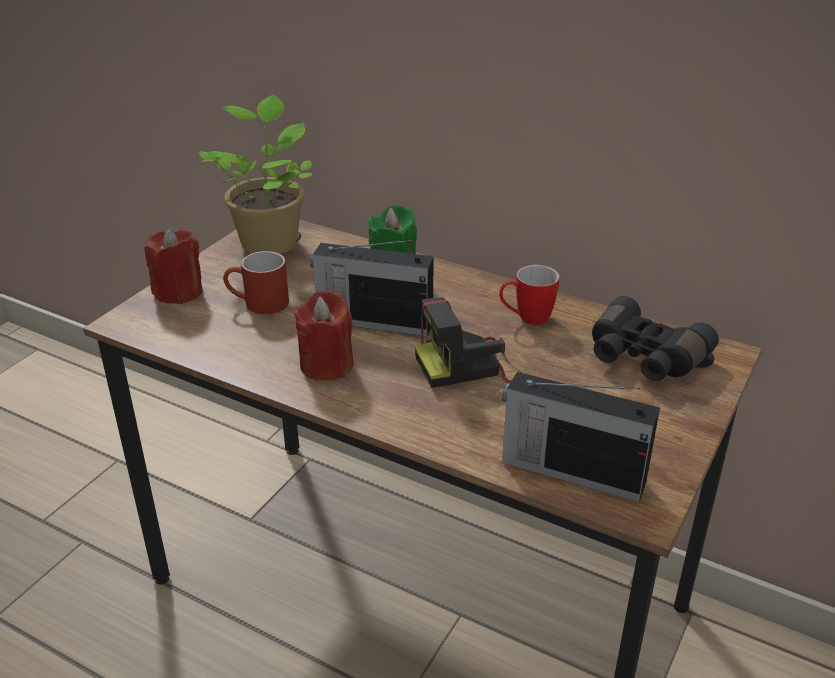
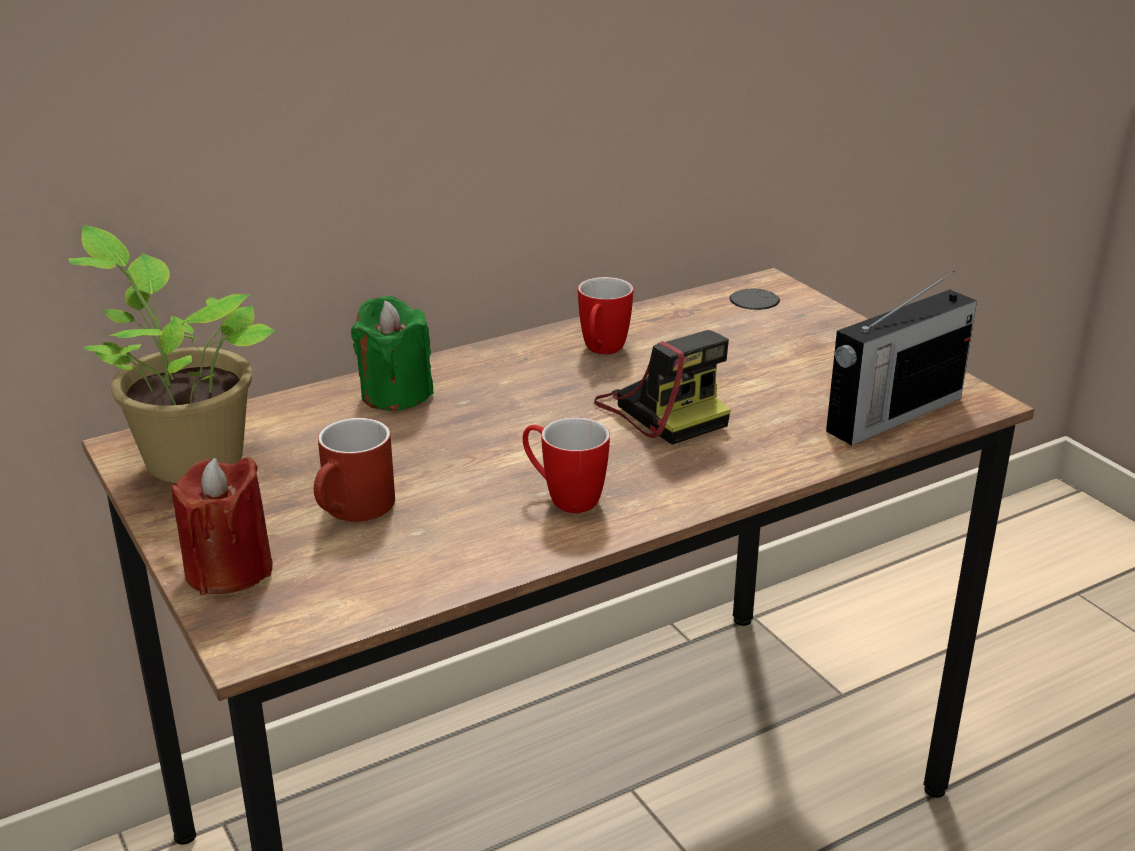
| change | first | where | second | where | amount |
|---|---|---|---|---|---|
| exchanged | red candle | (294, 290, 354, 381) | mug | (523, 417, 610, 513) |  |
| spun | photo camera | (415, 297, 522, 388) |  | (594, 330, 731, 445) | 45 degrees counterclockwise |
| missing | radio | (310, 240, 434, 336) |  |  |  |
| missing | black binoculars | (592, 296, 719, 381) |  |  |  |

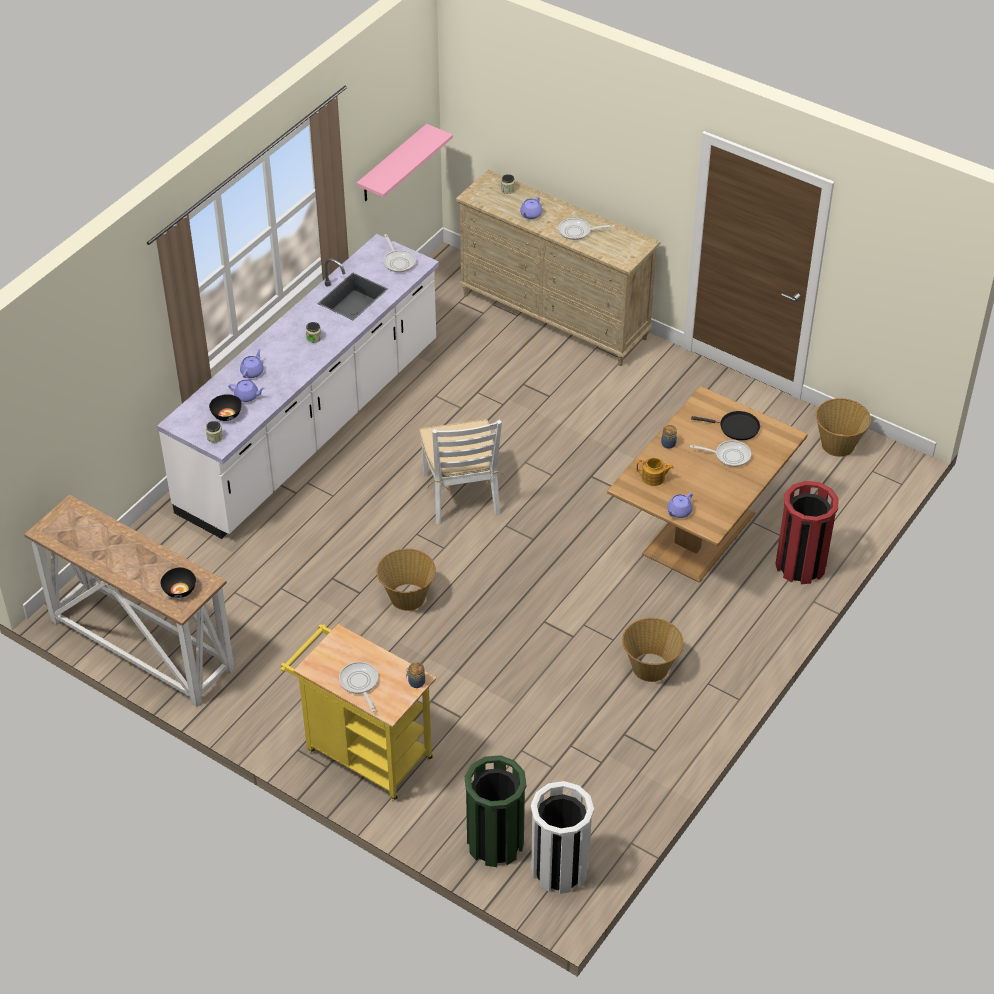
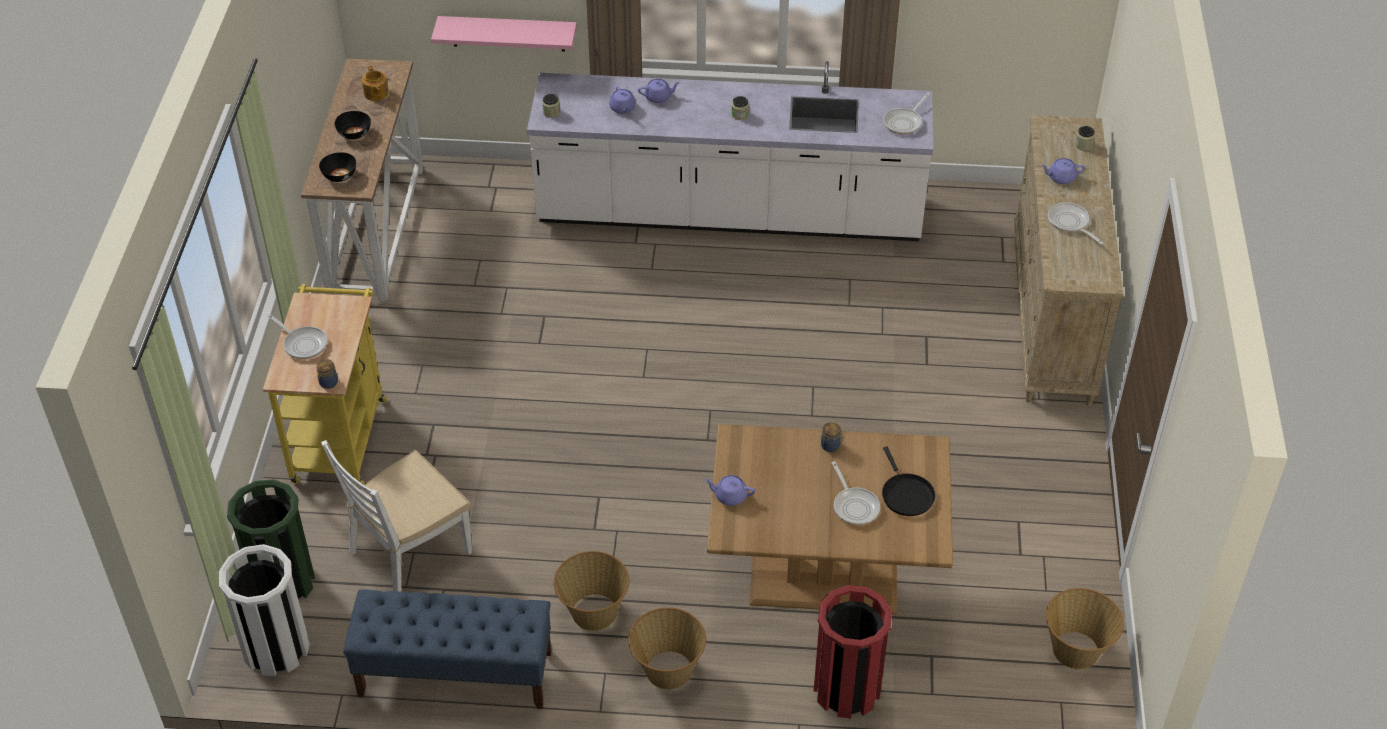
| change | first | where | second | where | amount |
|---|---|---|---|---|---|
| spun | frying pan | (339, 662, 378, 712) |  | (267, 314, 327, 359) | 90 degrees clockwise |
| relocated | white chair | (419, 419, 506, 524) |  | (321, 440, 472, 592) |  |
| relocated | black bowl | (209, 394, 242, 421) |  | (335, 111, 371, 140) |  |
| appeared |  |  | blue bench | (343, 589, 551, 709) |  |
| relocated | teapot | (636, 458, 674, 486) |  | (362, 65, 389, 101) |  |
| relocated | pink shelf | (357, 124, 453, 201) |  | (431, 16, 577, 52) |  |
| relocated | basket | (377, 549, 436, 611) |  | (628, 607, 706, 690) |  |

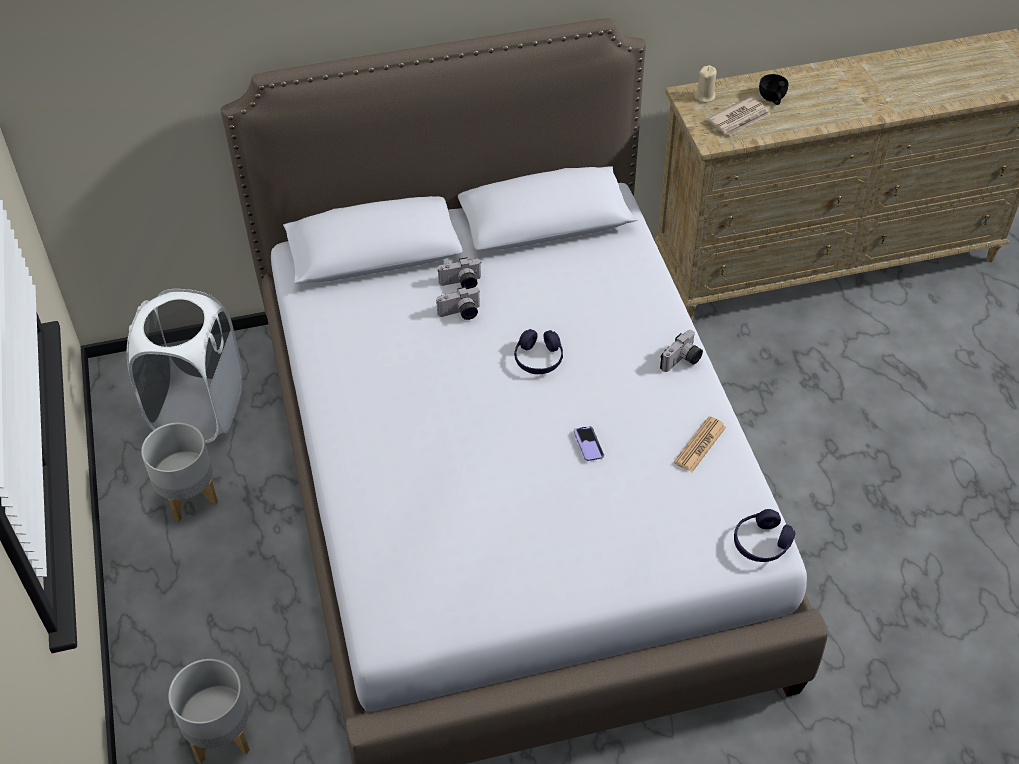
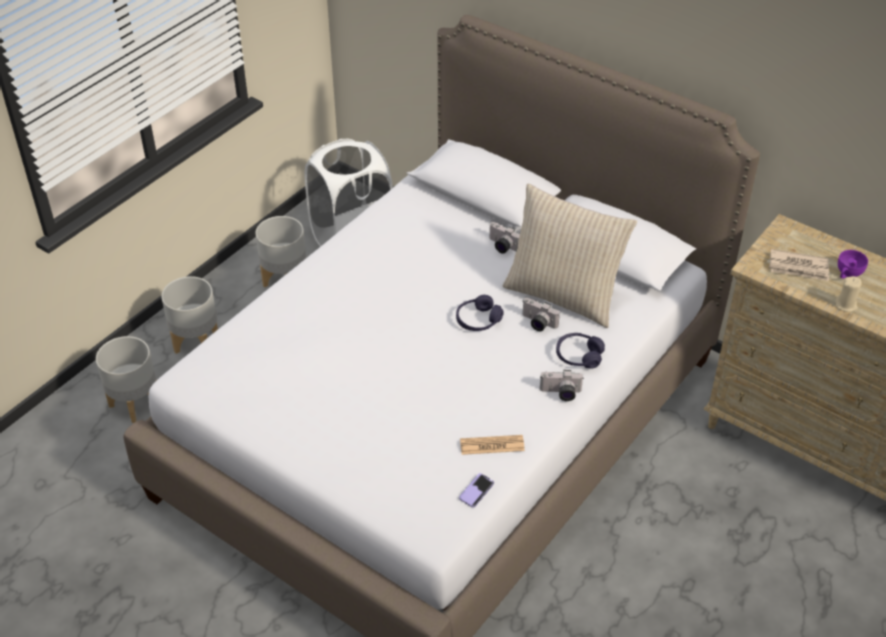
| change | first | where | second | where | amount |
|---|---|---|---|---|---|
| appeared |  |  | grey planter | (161, 276, 218, 354) |  |
| relocated | phone | (574, 426, 604, 461) |  | (459, 473, 494, 507) |  |
| appeared |  |  | beige pillow | (503, 184, 637, 328) |  |
| relocated | photo camera | (436, 287, 481, 320) |  | (522, 298, 560, 331) |  |
| relocated | purple headphones | (734, 509, 795, 562) |  | (556, 333, 605, 369) |  |
| relocated | beige candle | (694, 65, 717, 103) |  | (835, 276, 862, 312) |  |
| colour | black cup | (759, 74, 789, 105) | purple cup | (838, 250, 868, 279) |  |

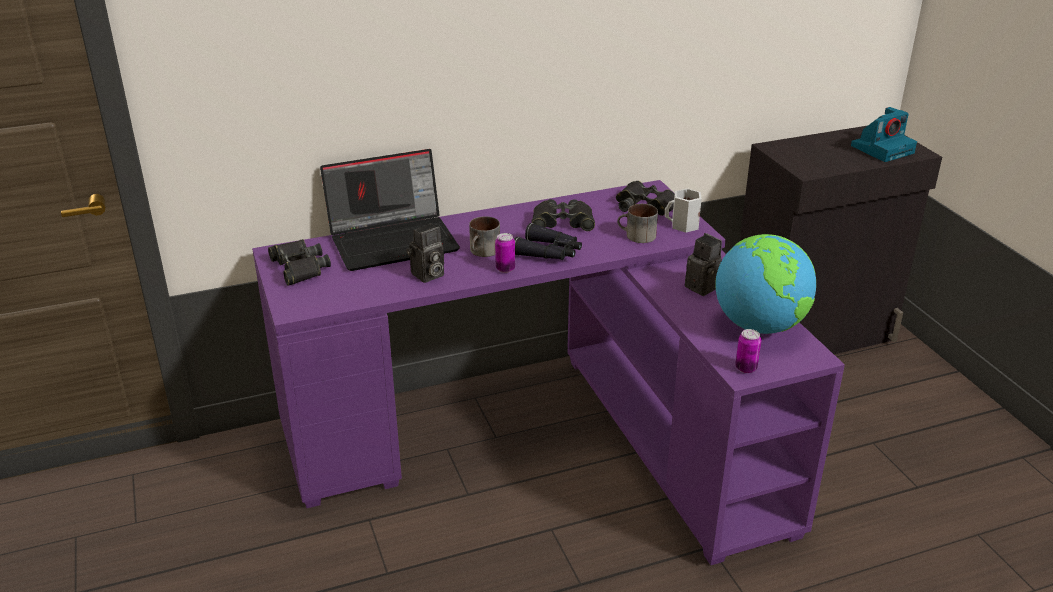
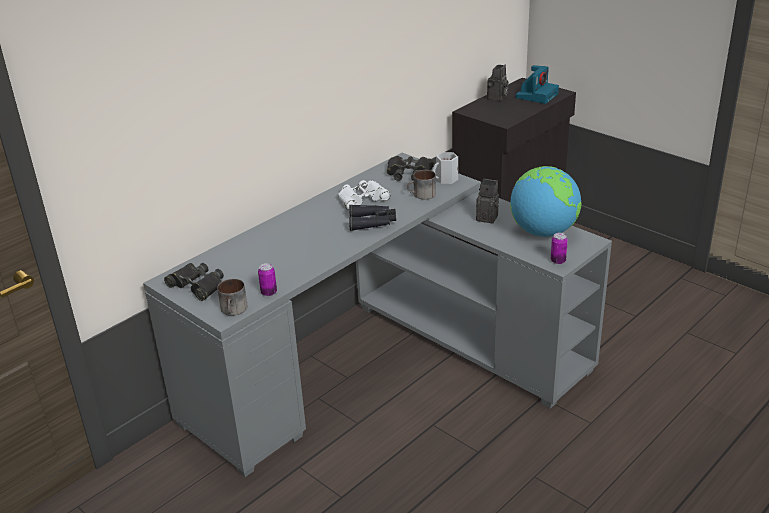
| change | first | where | second | where | amount |
|---|---|---|---|---|---|
| colour | purple desk | (252, 180, 845, 565) | grey desk | (143, 153, 612, 477) |  |
| relocated | mug | (469, 216, 500, 257) |  | (217, 279, 248, 316) |  |
| relocated | can | (495, 233, 515, 273) |  | (258, 263, 277, 296) |  |
| colour | black binoculars | (531, 199, 595, 231) | white binoculars | (338, 180, 390, 210) |  |
| relocated | photo camera | (407, 223, 444, 283) |  | (487, 65, 509, 101) |  |
| missing | laptop | (320, 149, 460, 271) |  |  |  |

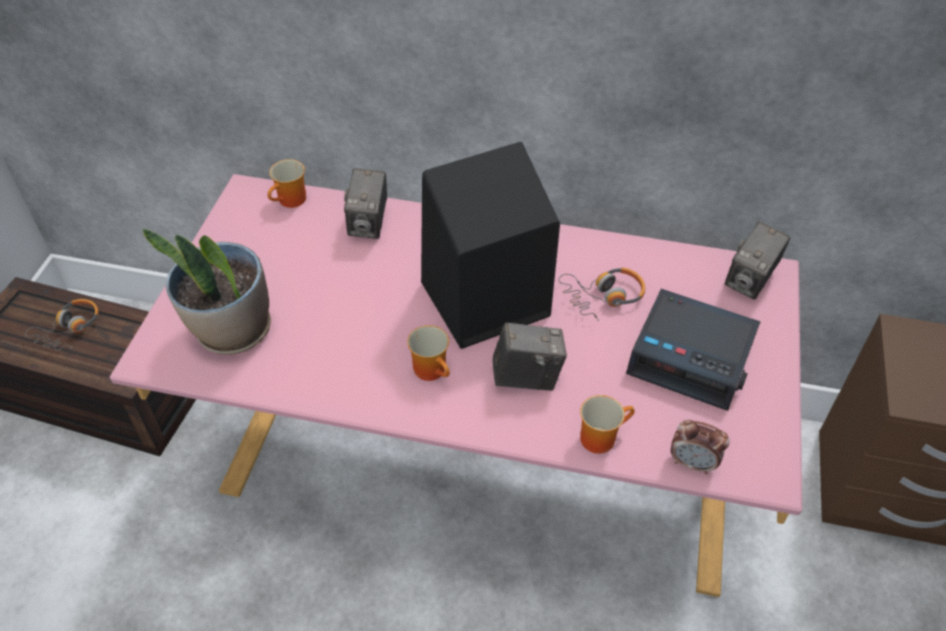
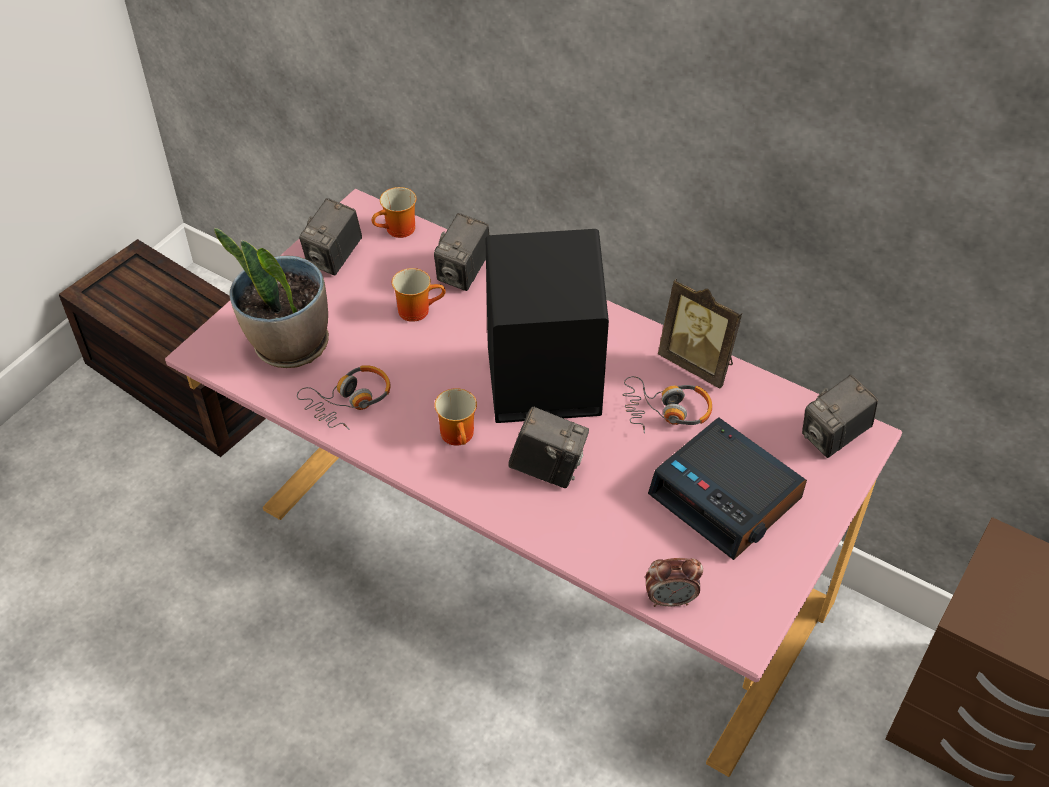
| change | first | where | second | where | amount |
|---|---|---|---|---|---|
| relocated | headphones | (25, 299, 99, 351) |  | (297, 365, 390, 429) |  |
| appeared |  |  | photo camera | (299, 198, 362, 276) |  |
| relocated | mug | (580, 395, 635, 454) |  | (392, 268, 446, 322) |  |
| spun | alarm clock | (671, 420, 730, 474) |  | (645, 558, 703, 607) | 45 degrees counterclockwise |
| appeared |  |  | picture frame | (658, 278, 742, 388) |  |

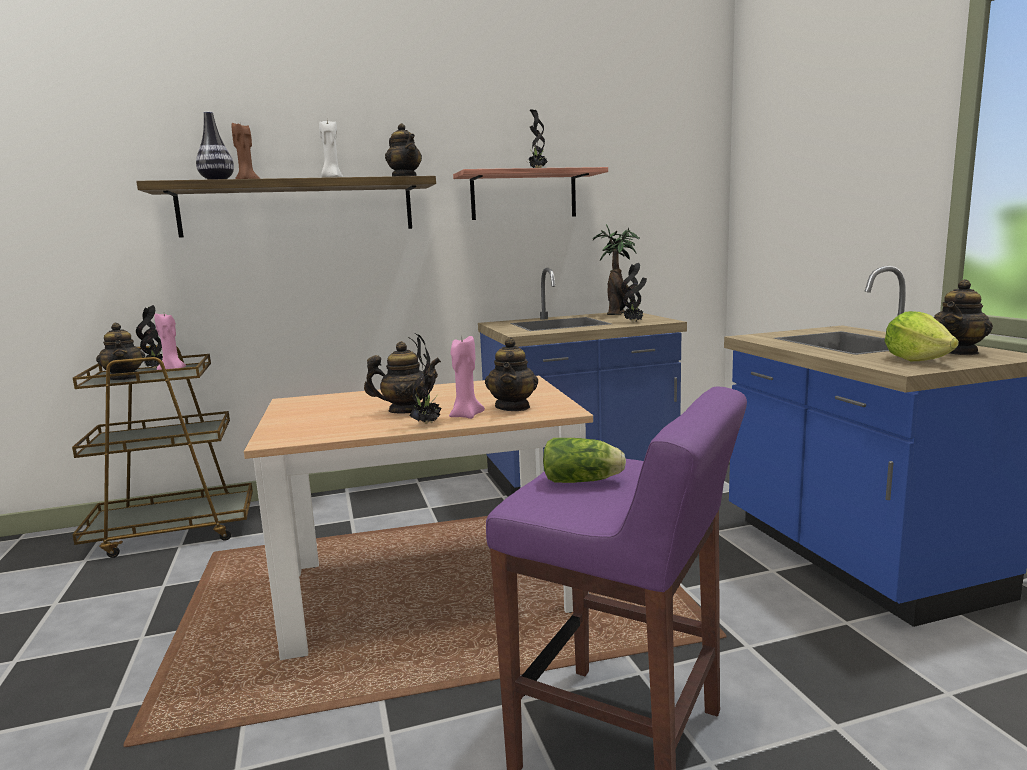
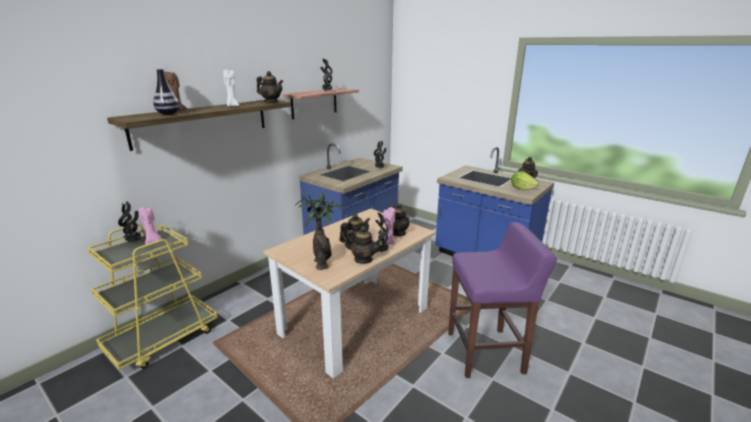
| change | first | where | second | where | amount |
|---|---|---|---|---|---|
| colour | brown cart | (72, 345, 253, 558) | yellow cart | (88, 224, 218, 370) |  |
| relocated | potted plant | (593, 224, 639, 315) |  | (295, 191, 343, 270) |  |
| relocated | teapot | (96, 323, 145, 380) |  | (345, 226, 382, 264) |  |
| missing | lettuce | (543, 438, 626, 483) |  |  |  |

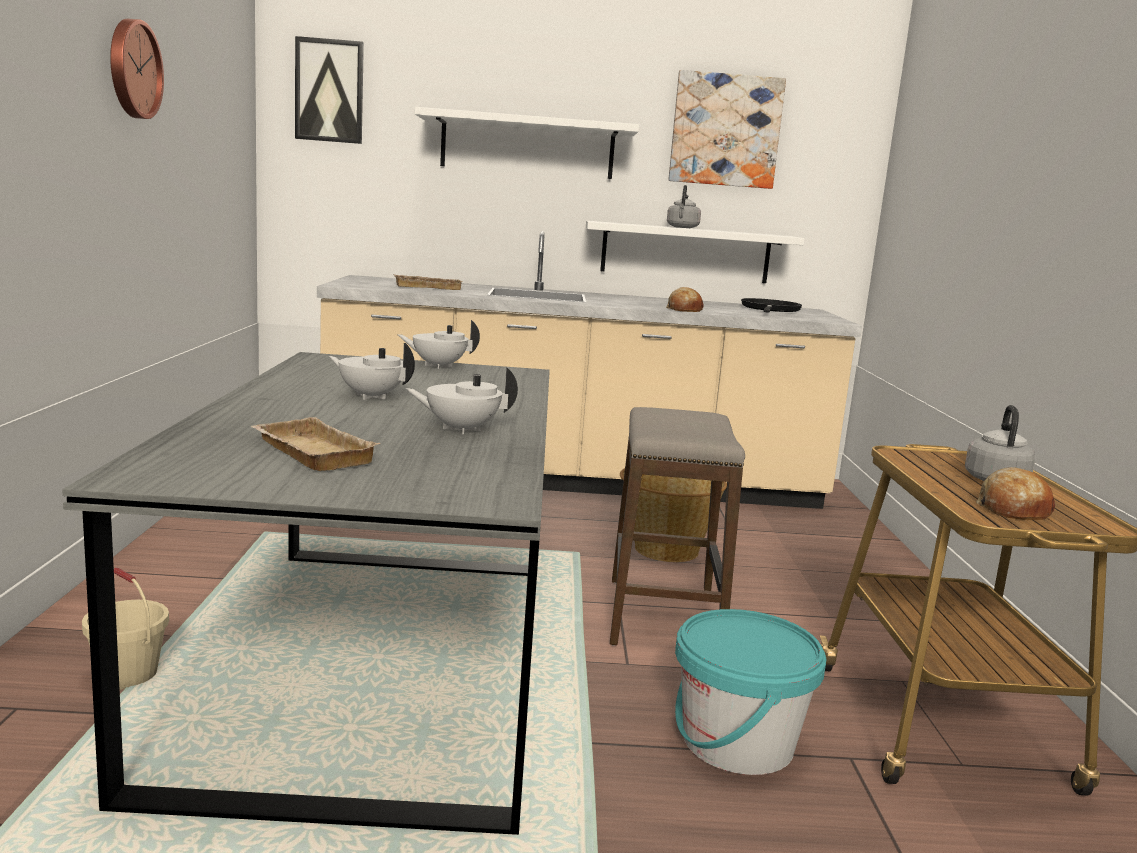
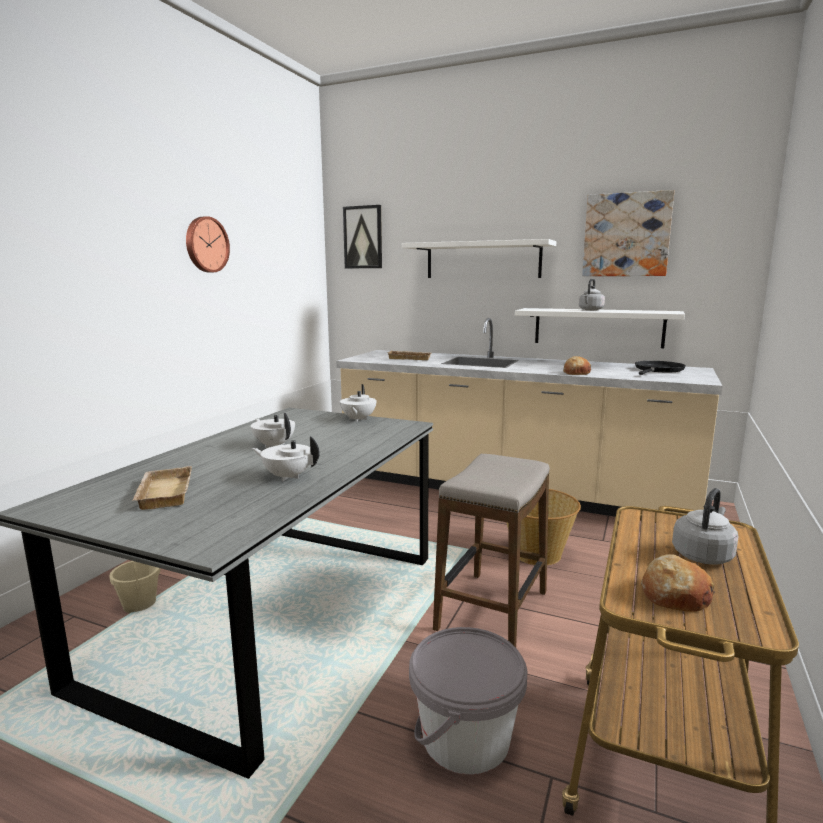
| change | first | where | second | where | amount |
|---|---|---|---|---|---|
| spun | white teapot | (397, 320, 480, 369) |  | (340, 384, 376, 422) | 105 degrees counterclockwise |
| colour | turquoise bucket | (675, 609, 826, 775) | grey bucket | (409, 627, 527, 774) |  |

